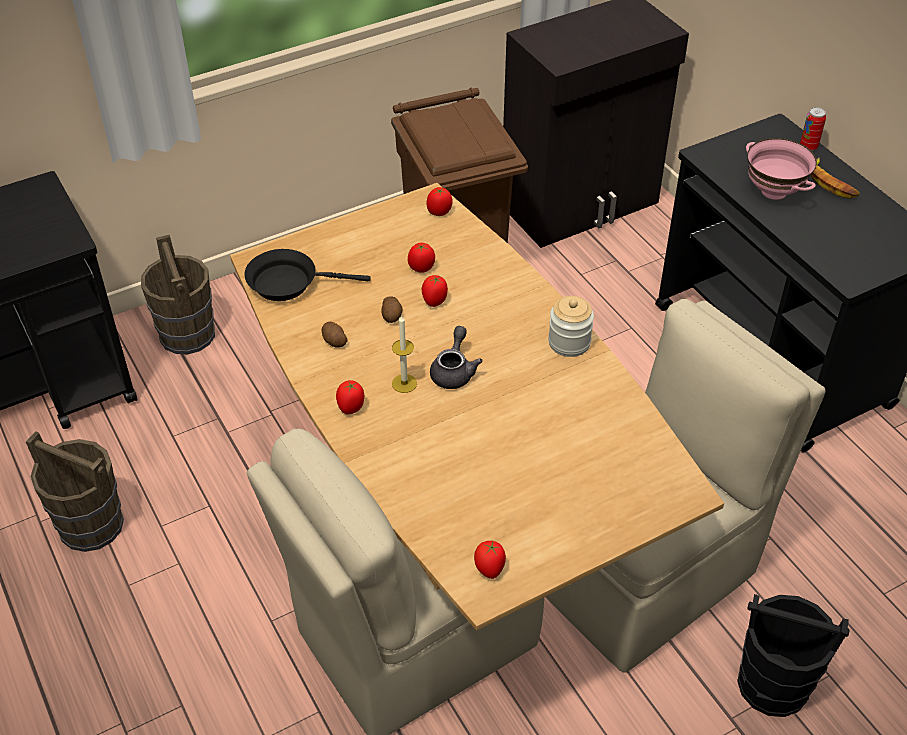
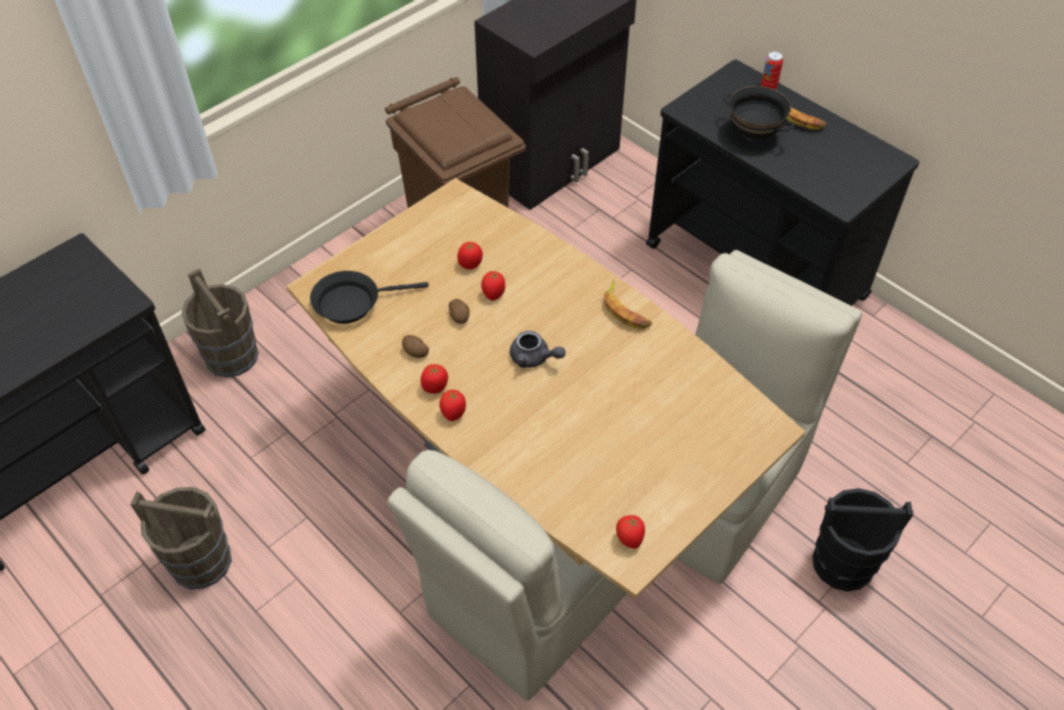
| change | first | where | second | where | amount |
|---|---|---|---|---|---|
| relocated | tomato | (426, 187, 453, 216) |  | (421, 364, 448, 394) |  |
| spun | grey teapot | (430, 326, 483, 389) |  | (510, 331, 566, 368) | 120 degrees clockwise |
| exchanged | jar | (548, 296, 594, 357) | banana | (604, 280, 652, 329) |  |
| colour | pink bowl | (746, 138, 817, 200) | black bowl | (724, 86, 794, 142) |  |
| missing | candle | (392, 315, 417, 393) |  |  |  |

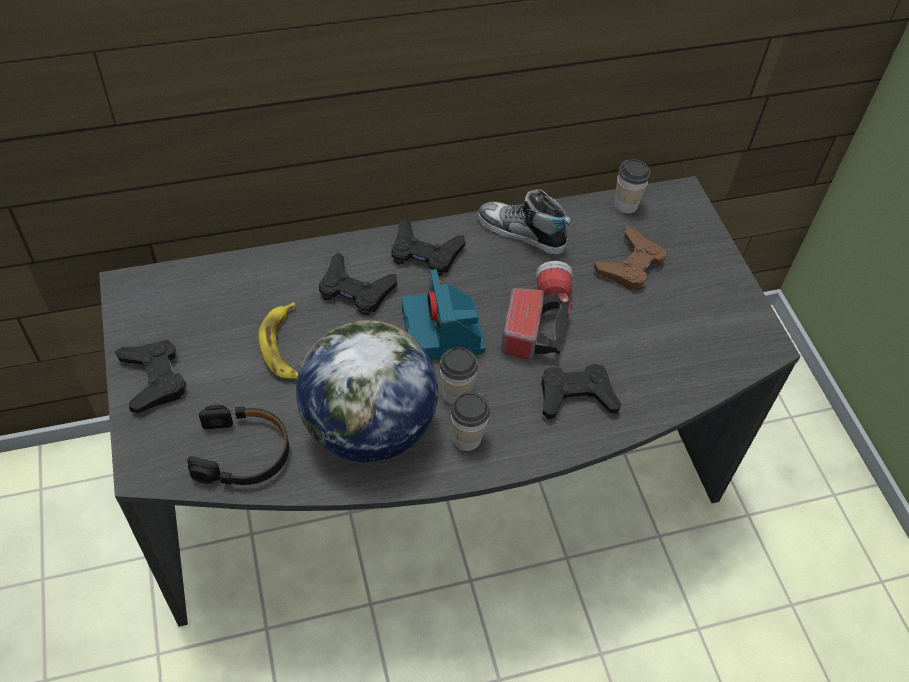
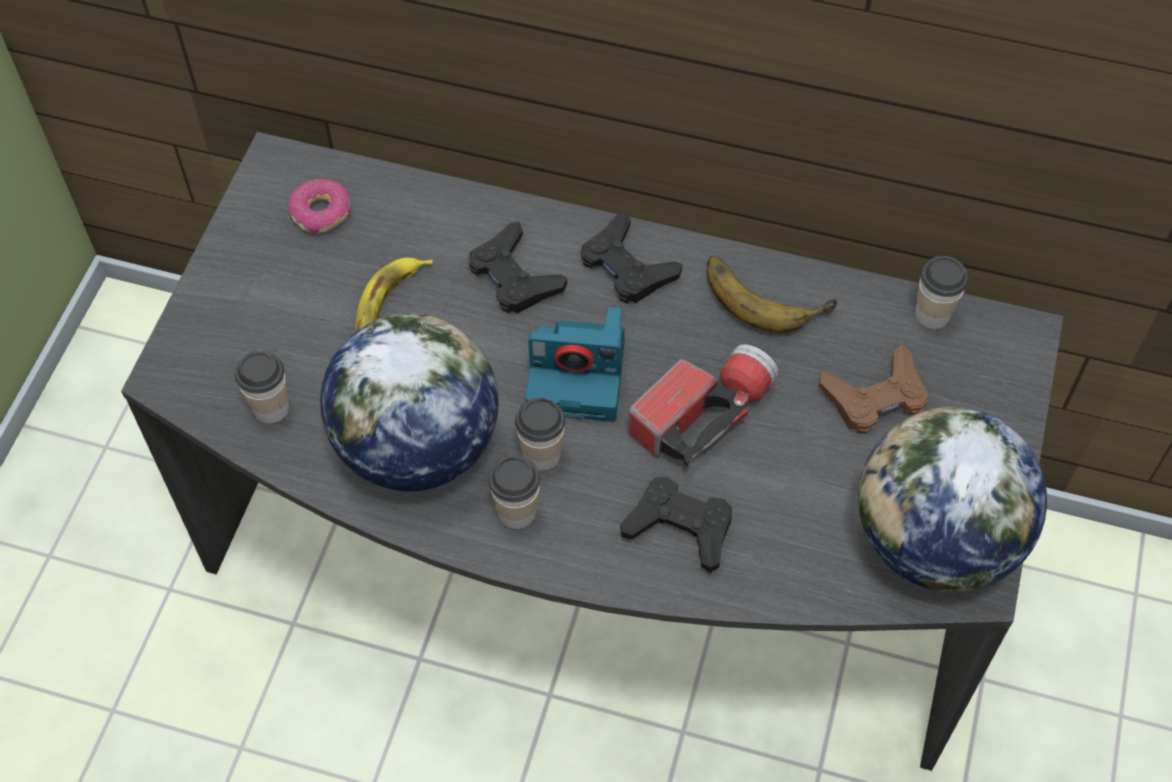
| change | first | where | second | where | amount |
|---|---|---|---|---|---|
| exchanged | black headphones | (187, 405, 289, 485) | cup | (235, 351, 289, 423) |  |
| appeared |  |  | donut | (288, 179, 351, 234) |  |
| spun | photo camera | (402, 269, 485, 360) |  | (525, 307, 625, 422) | 105 degrees counterclockwise |
| exchanged | shoe | (478, 189, 571, 255) | banana | (707, 256, 838, 333) |  |
| appeared |  |  | globe | (858, 407, 1047, 592) |  |
| missing | black game controller | (115, 340, 186, 413) |  |  |  |

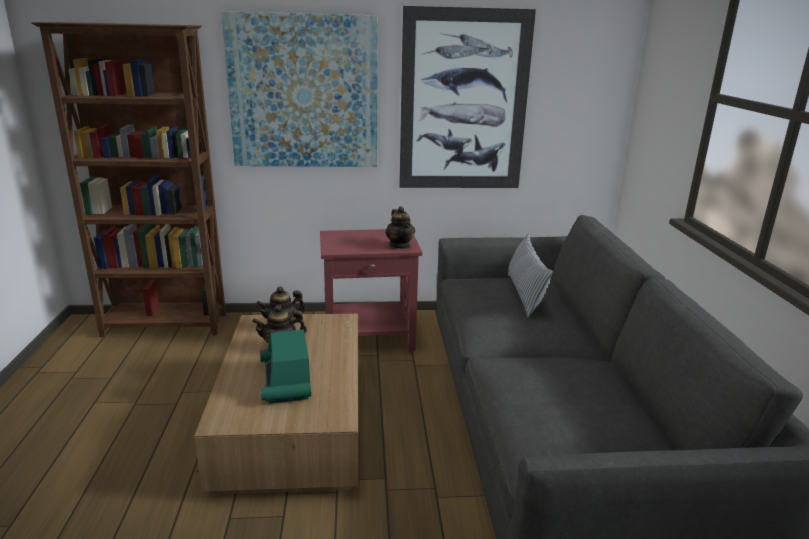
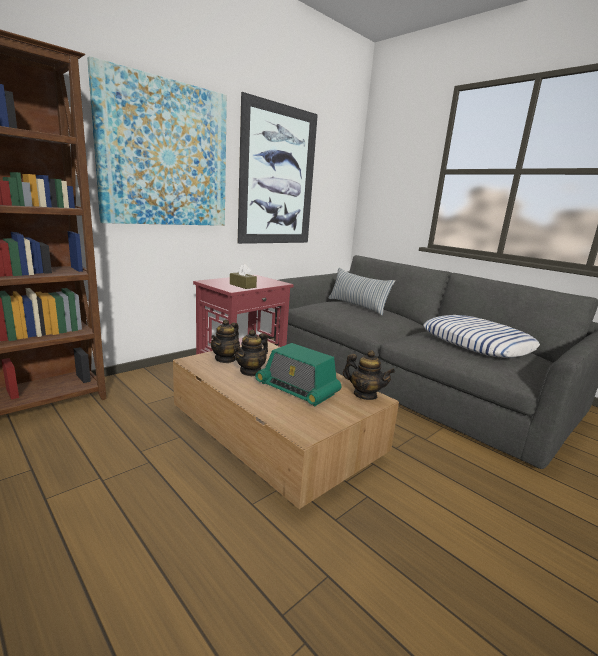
| change | first | where | second | where | amount |
|---|---|---|---|---|---|
| appeared |  |  | brown tissue box | (230, 264, 257, 289) |  |
| relocated | teapot | (385, 206, 415, 249) |  | (343, 350, 395, 400) |  |
| appeared |  |  | pillow | (423, 315, 540, 358) |  |

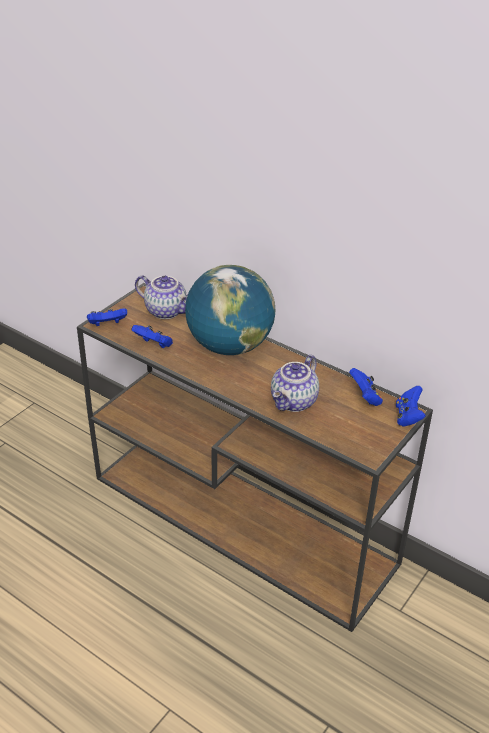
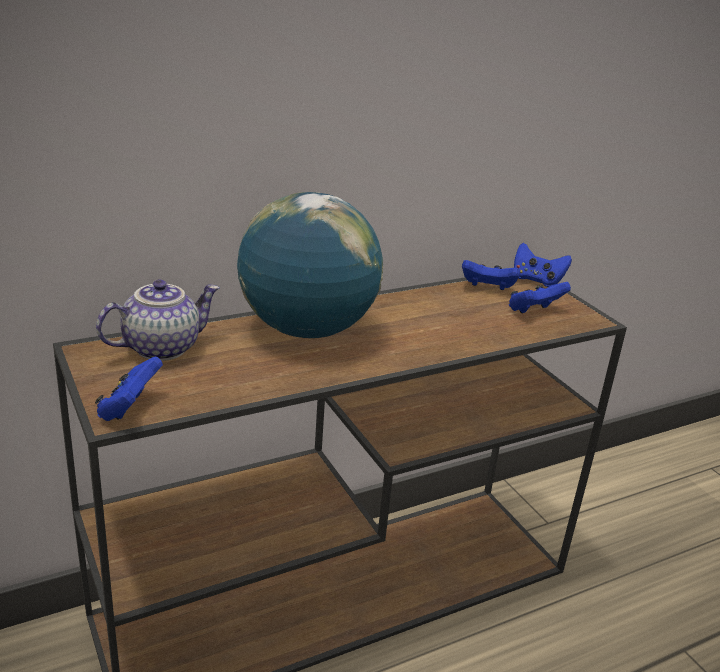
| change | first | where | second | where | amount |
|---|---|---|---|---|---|
| relocated | blue game controller | (132, 325, 173, 348) |  | (509, 282, 571, 313) |  |
| missing | teapot | (271, 355, 319, 412) |  |  |  |

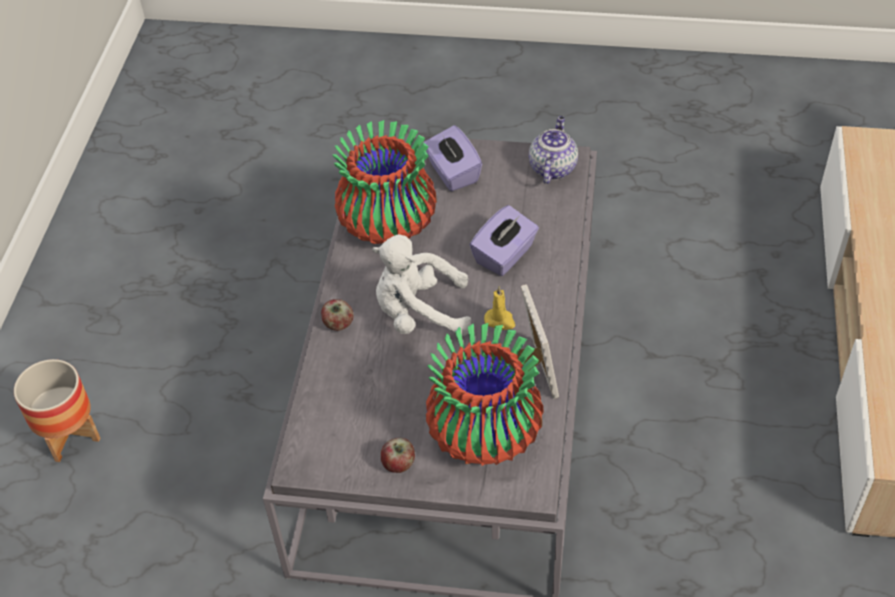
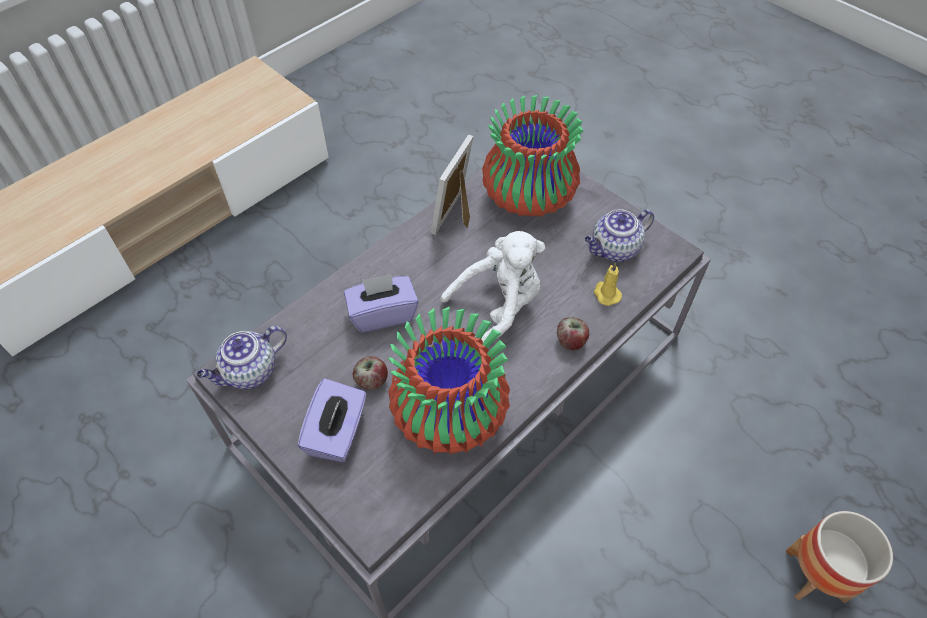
| change | first | where | second | where | amount |
|---|---|---|---|---|---|
| relocated | apple | (381, 438, 415, 473) |  | (353, 356, 388, 390) |  |
| spun | white plush toy | (372, 234, 471, 336) |  | (440, 231, 545, 342) | 60 degrees counterclockwise |
| appeared |  |  | teapot | (585, 209, 654, 262) |  |
| relocated | yellow candle | (484, 286, 515, 330) |  | (594, 263, 622, 306) |  |

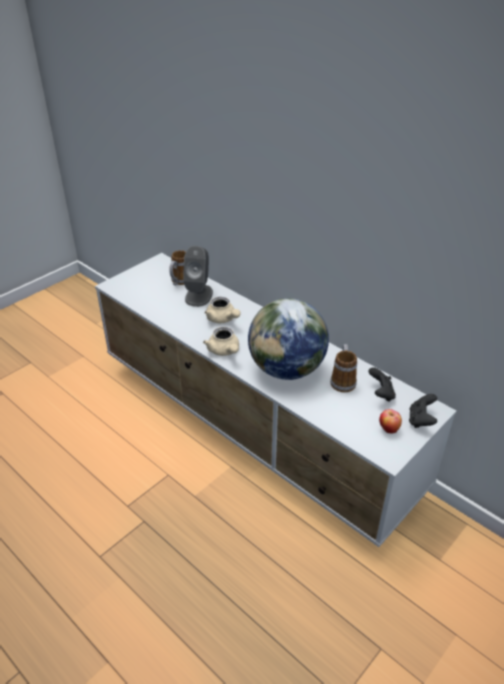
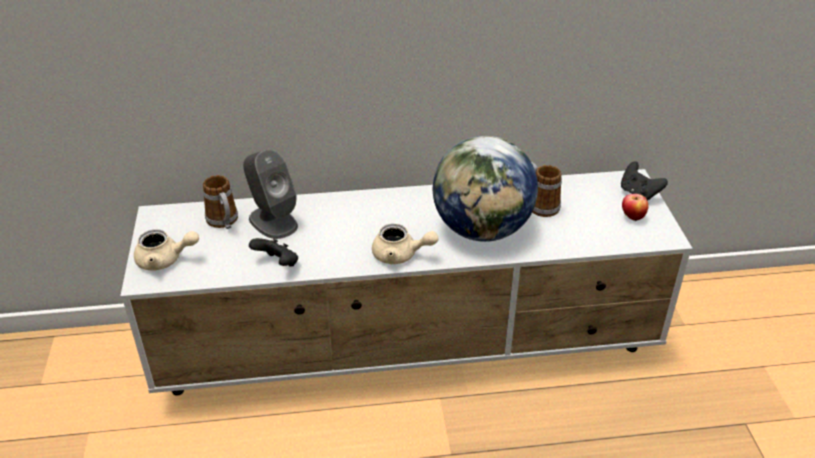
| change | first | where | second | where | amount |
|---|---|---|---|---|---|
| relocated | beige teapot | (205, 297, 241, 323) |  | (134, 229, 199, 270) |  |
| relocated | black game controller | (368, 368, 396, 402) |  | (249, 238, 298, 267) |  |

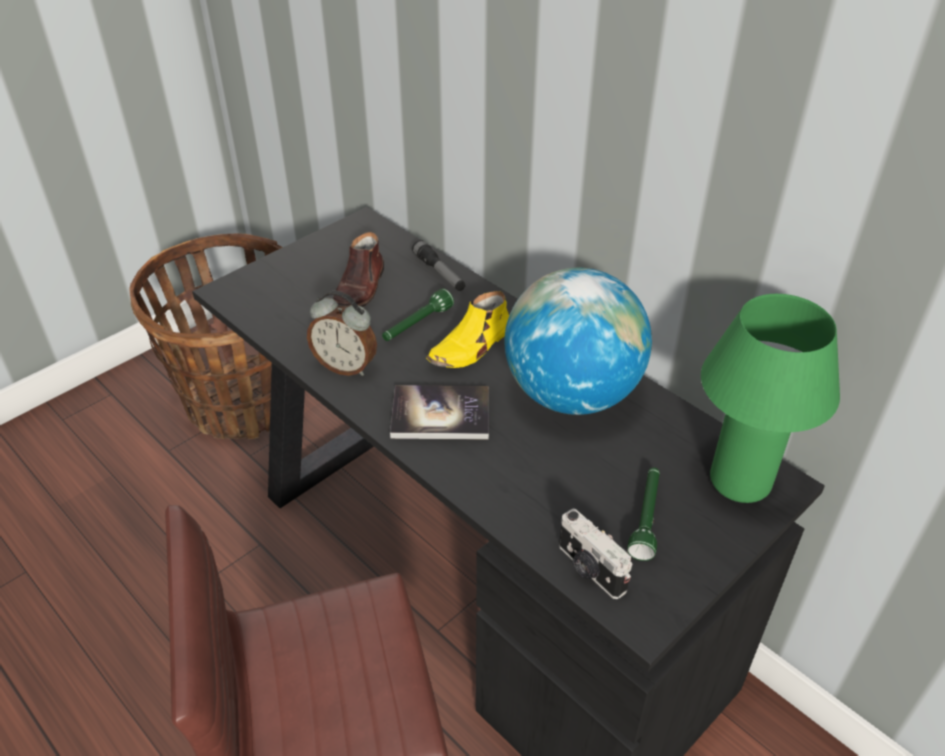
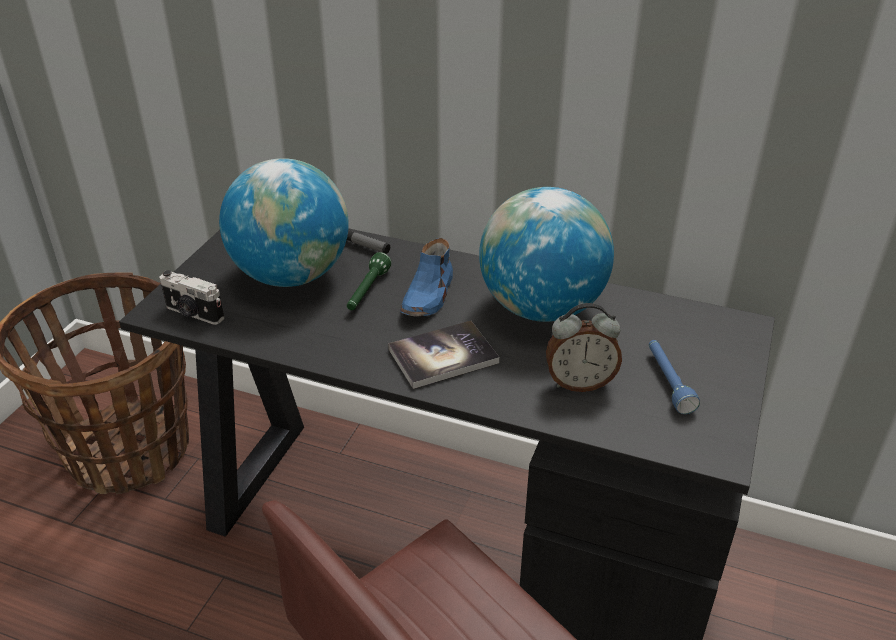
| change | first | where | second | where | amount |
|---|---|---|---|---|---|
| relocated | photo camera | (559, 509, 632, 599) |  | (159, 270, 224, 325) |  |
| exchanged | brown shoe | (333, 232, 384, 308) | globe | (219, 158, 349, 287) |  |
| colour | yellow shoe | (426, 291, 509, 368) | blue shoe | (400, 238, 453, 317) |  |
| relocated | alarm clock | (307, 291, 377, 376) |  | (546, 303, 622, 392) |  |
| colour | green flashlight | (628, 467, 660, 561) | blue flashlight | (649, 340, 700, 414) |  |
| missing | green table lamp | (701, 294, 840, 503) |  |  |  |

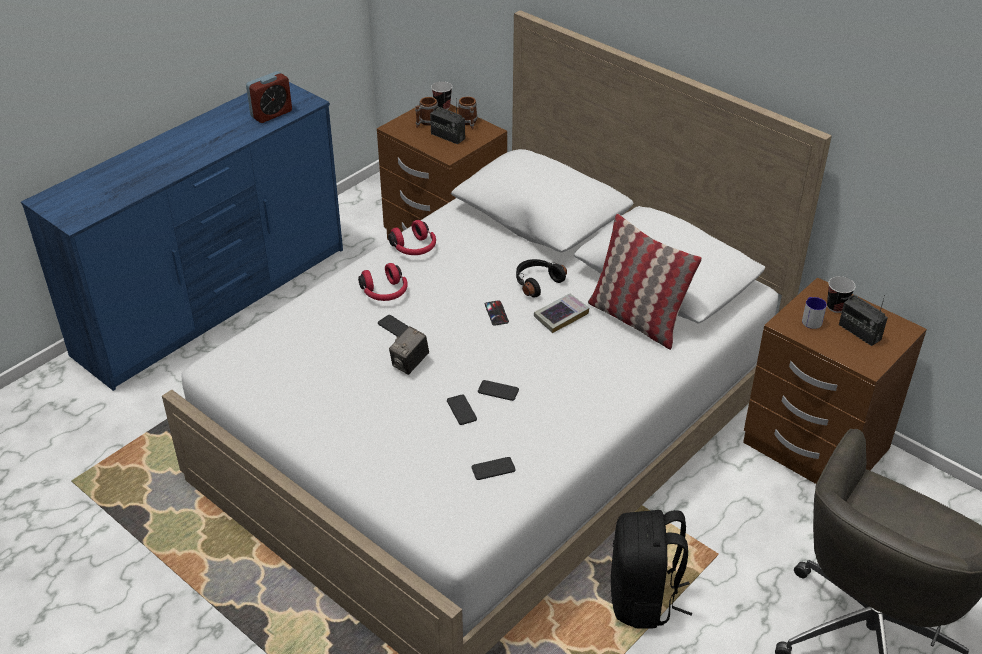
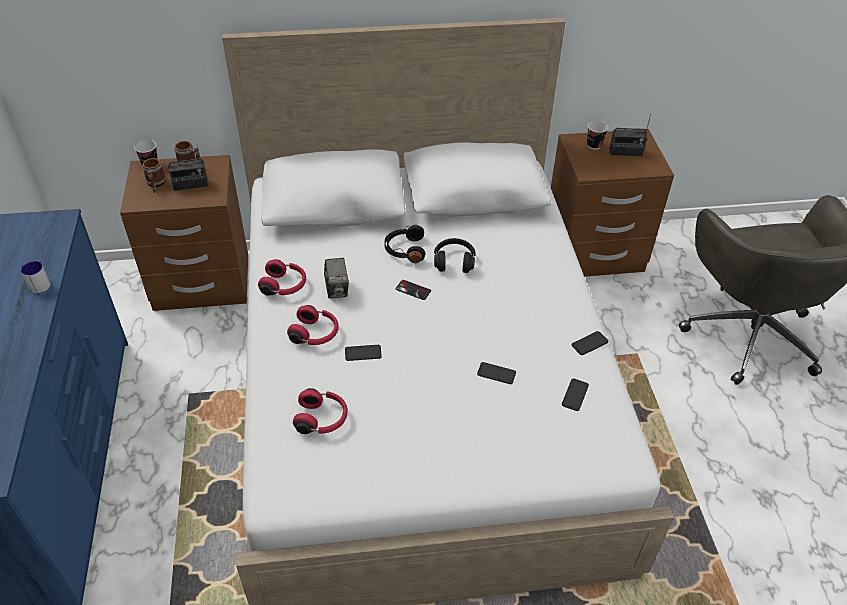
| change | first | where | second | where | amount |
|---|---|---|---|---|---|
| relocated | mug | (802, 297, 827, 329) |  | (21, 261, 50, 293) |  |
| appeared |  |  | red headphones | (293, 388, 348, 434) |  |
| relocated | photo camera | (389, 326, 429, 375) |  | (324, 258, 349, 299) |  |
| exchanged | book | (534, 294, 589, 333) | black headphones | (434, 238, 476, 273) |  |
| relocated | phone | (478, 380, 519, 401) |  | (572, 331, 608, 355) |  |
| missing | alarm clock | (246, 71, 292, 123) |  |  |  |
| missing | pillow | (588, 214, 702, 350) |  |  |  |
| missing | black backpack | (611, 510, 692, 629) |  |  |  |

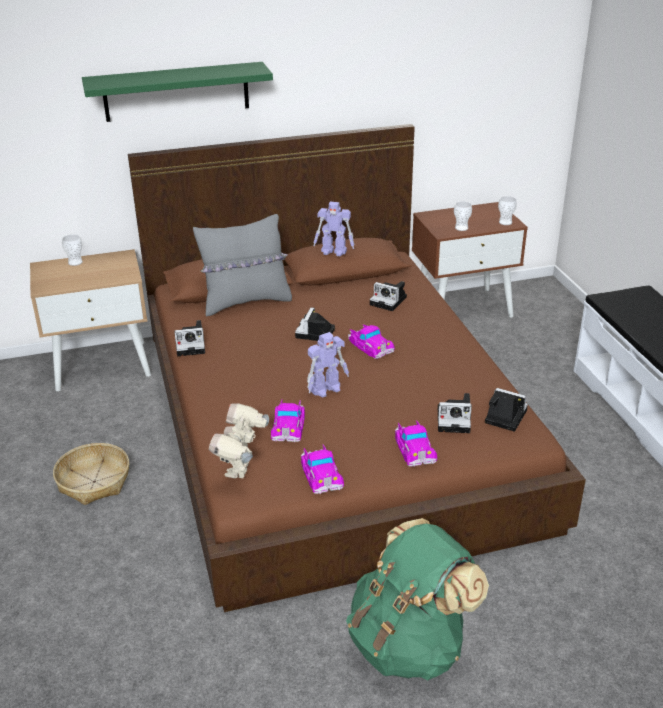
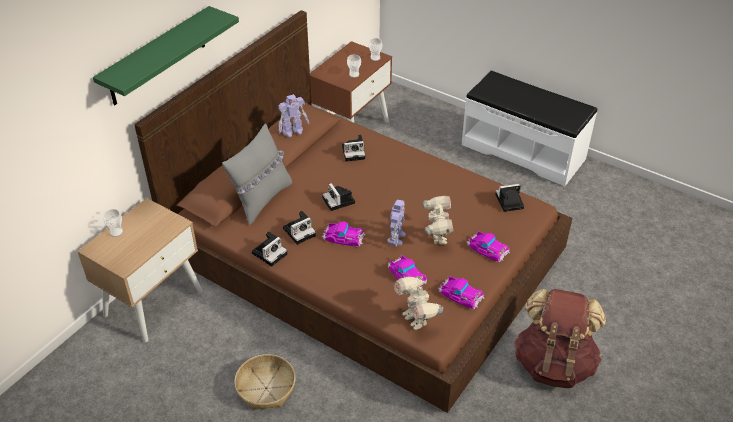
| change | first | where | second | where | amount |
|---|---|---|---|---|---|
| relocated | photo camera | (438, 393, 472, 433) |  | (283, 211, 316, 245) |  |
| relocated | toy car | (348, 324, 395, 359) |  | (322, 222, 366, 247) |  |
| appeared |  |  | toy robot | (423, 196, 454, 245) |  |
| colour | green backpack | (346, 518, 489, 680) | brown backpack | (514, 289, 606, 388) |  |

